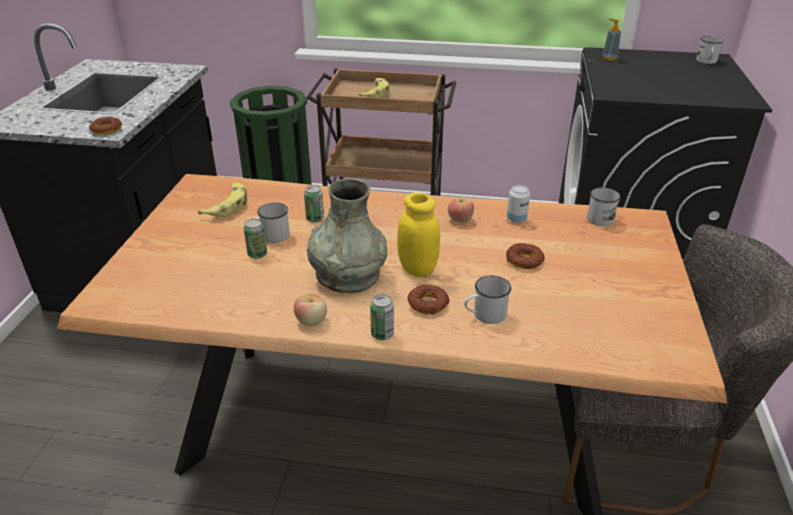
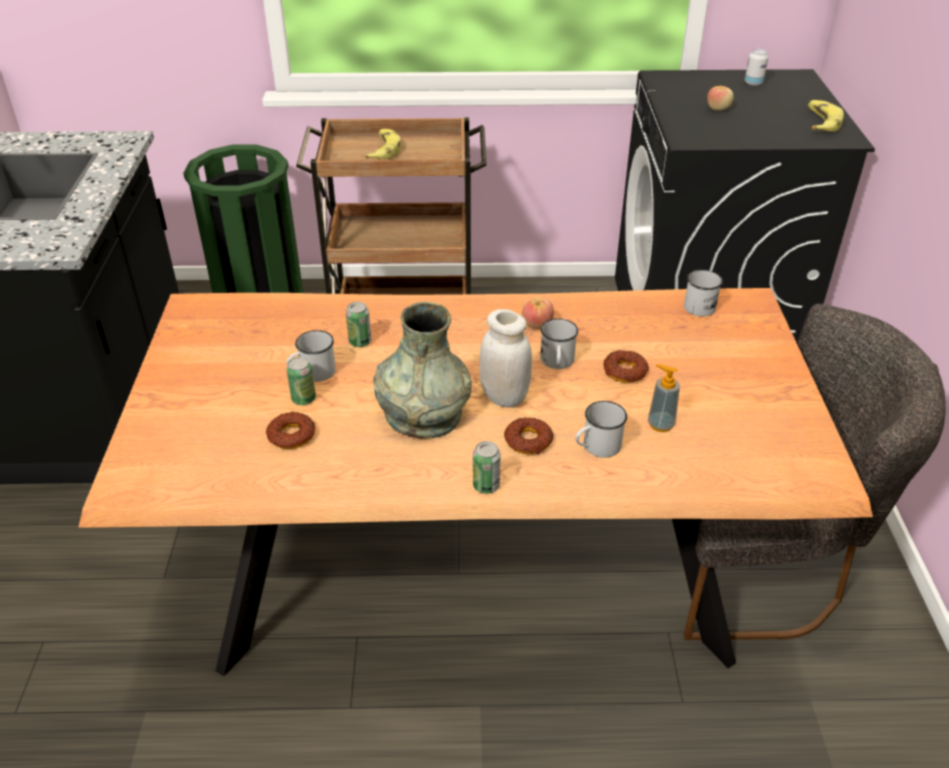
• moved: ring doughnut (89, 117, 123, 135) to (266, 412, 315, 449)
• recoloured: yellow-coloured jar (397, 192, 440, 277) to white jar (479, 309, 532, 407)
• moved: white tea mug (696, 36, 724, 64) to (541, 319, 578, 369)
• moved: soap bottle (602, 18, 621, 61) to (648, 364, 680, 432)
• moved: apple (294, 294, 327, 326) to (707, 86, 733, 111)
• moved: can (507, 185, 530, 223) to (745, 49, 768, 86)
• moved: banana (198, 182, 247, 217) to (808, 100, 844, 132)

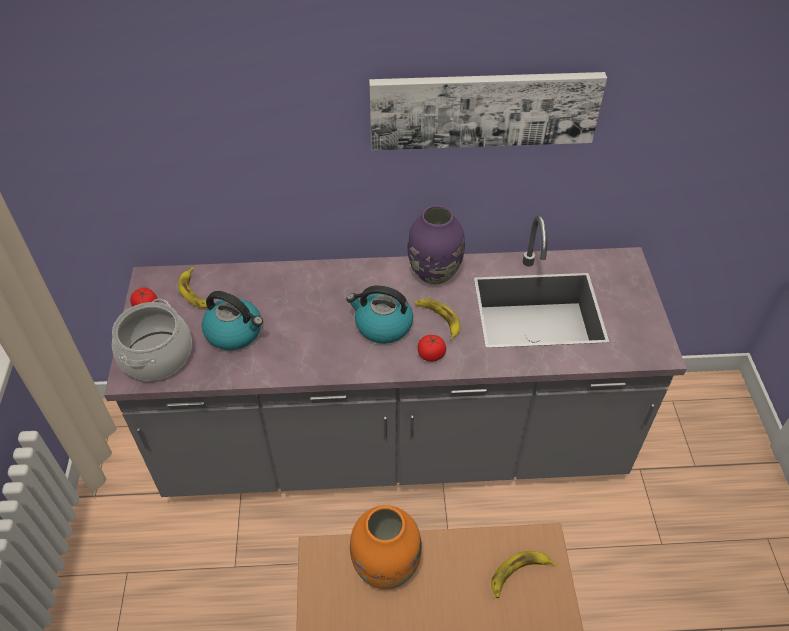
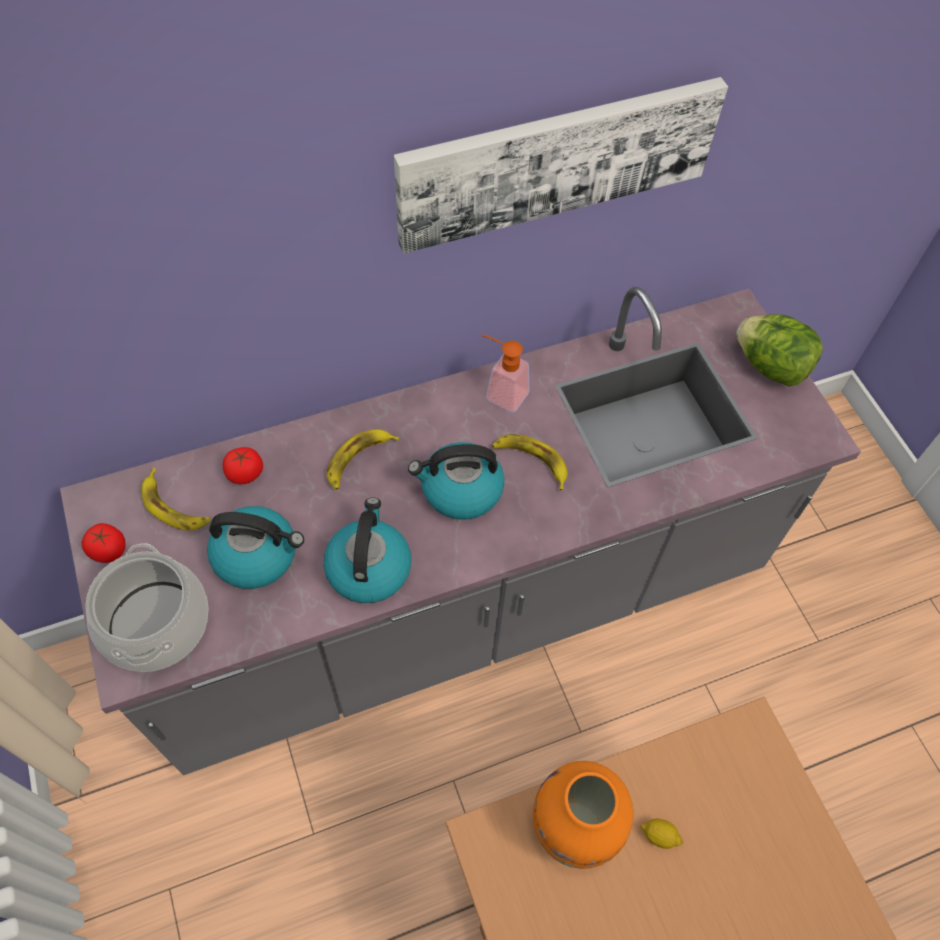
• moved: tomato (418, 335, 446, 362) to (223, 447, 263, 484)
• added: water kettle (324, 497, 411, 603)
• moved: banana (491, 551, 557, 598) to (327, 429, 400, 490)
• replaced: purple-coloured decorative vase (407, 205, 465, 284) to soap bottle (482, 334, 529, 413)
• added: whole lemon (640, 818, 683, 849)
• added: lettuce head (736, 314, 823, 386)

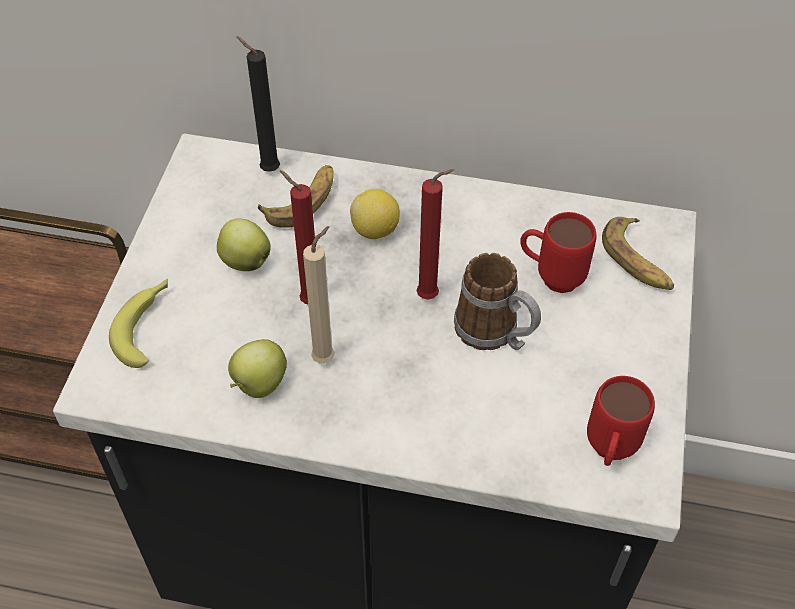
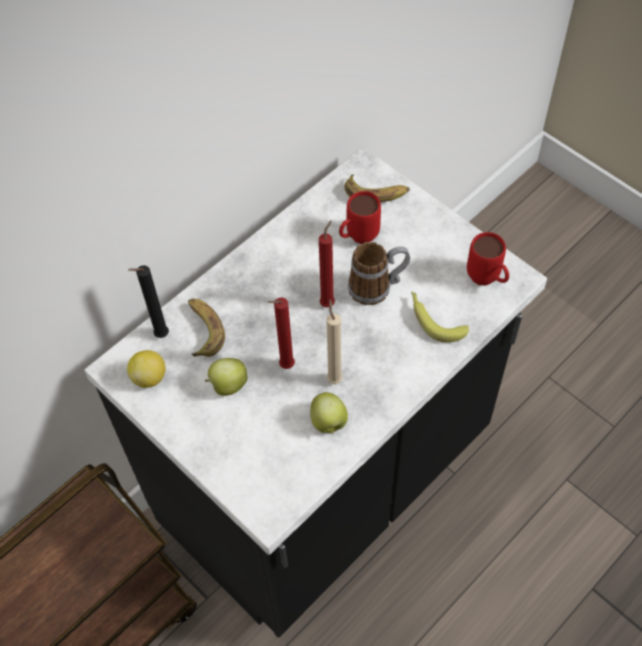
• moved: whole lemon (350, 189, 400, 239) to (127, 350, 166, 388)
• moved: banana (109, 279, 168, 368) to (411, 292, 469, 342)

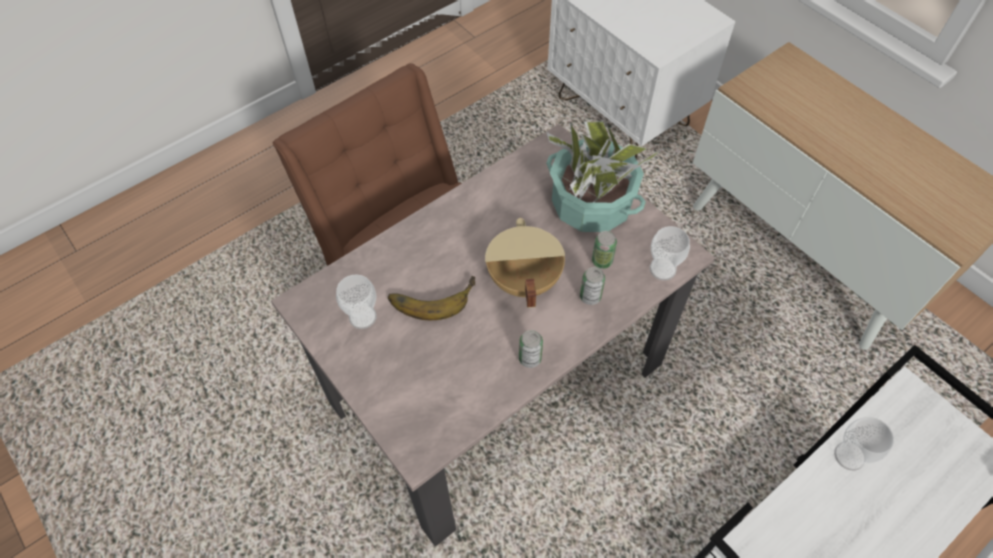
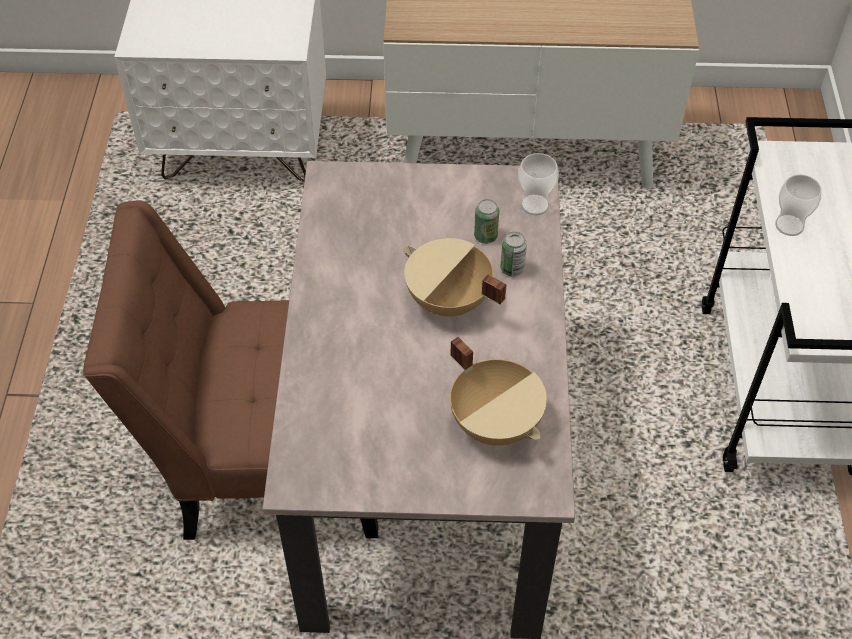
• added: beige stockpot (450, 337, 547, 446)
• removed: small cup (336, 275, 377, 329)
• removed: banana (388, 276, 475, 320)
• removed: can (519, 330, 543, 368)
• removed: potted plant (546, 122, 665, 232)

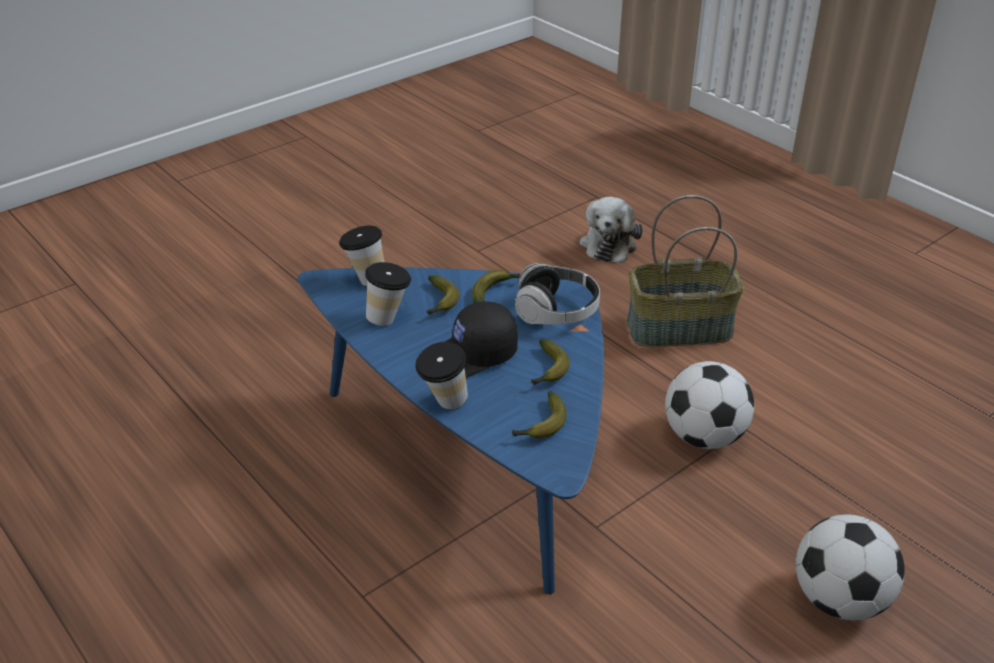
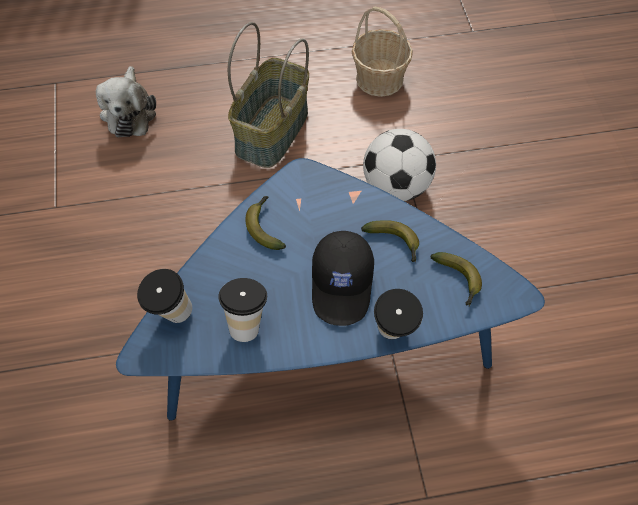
• turned: soft toy (580, 197, 643, 263) = (96, 66, 156, 137) 45 degrees clockwise
• added: storage basket (352, 6, 413, 97)
• removed: banana (427, 275, 459, 315)
• removed: pair of headphones (514, 264, 600, 324)
• removed: ball for football (796, 515, 905, 620)

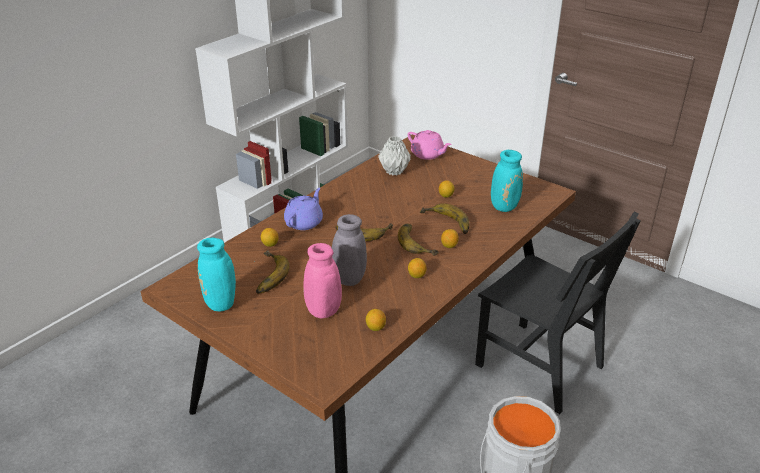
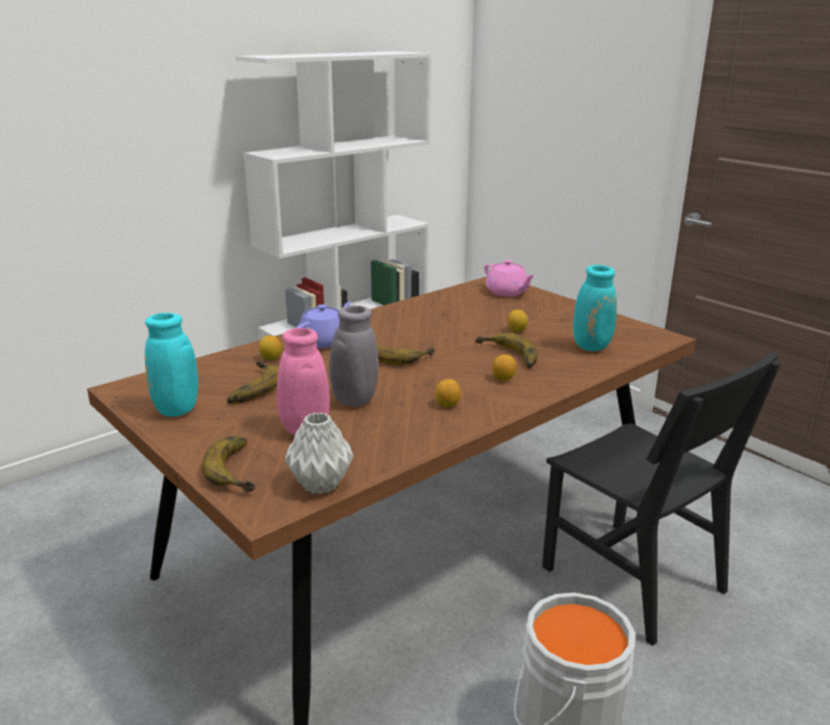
• moved: banana (398, 224, 439, 256) to (202, 436, 255, 492)
• moved: greyish decorative vase (378, 136, 411, 175) to (285, 412, 354, 494)
• removed: whole lemon (366, 309, 386, 331)

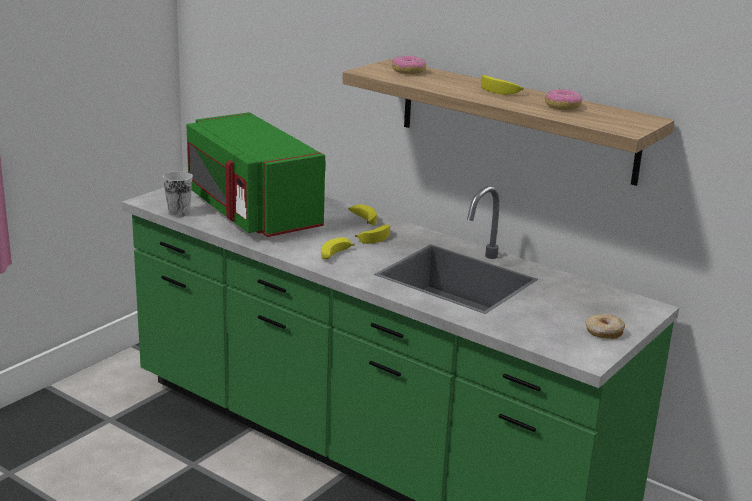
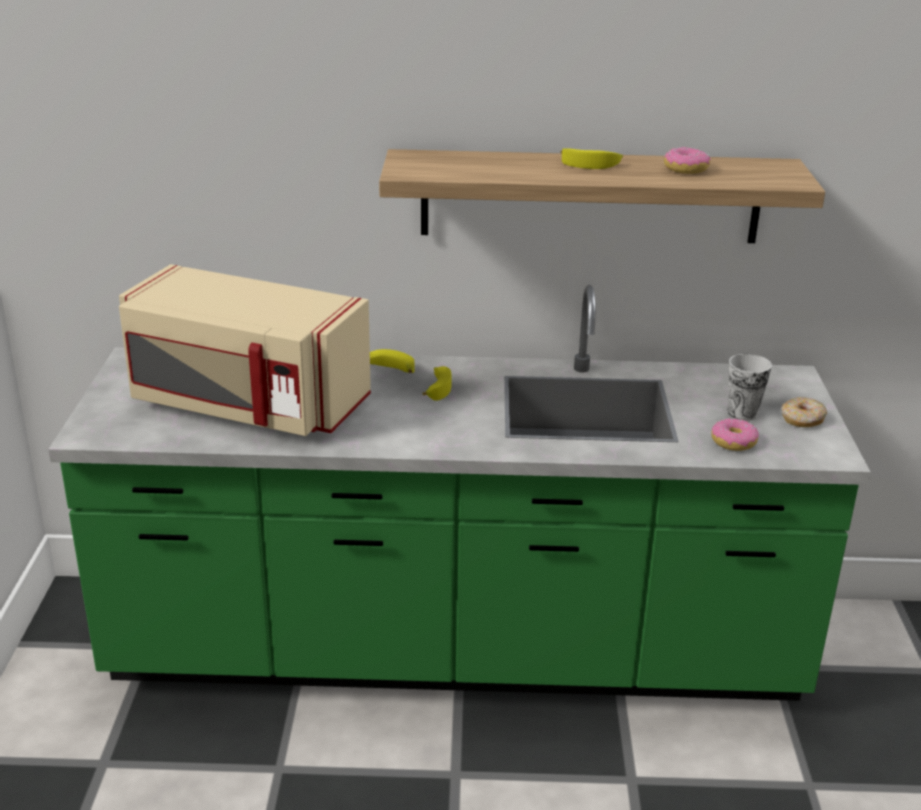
• recoloured: green-coloured microwave (186, 112, 325, 237) to beige microwave (119, 264, 371, 436)
• moved: ring doughnut (392, 55, 426, 74) to (711, 418, 759, 451)
• moved: small cup (163, 171, 193, 217) to (728, 354, 772, 420)
• removed: banana (322, 237, 355, 259)

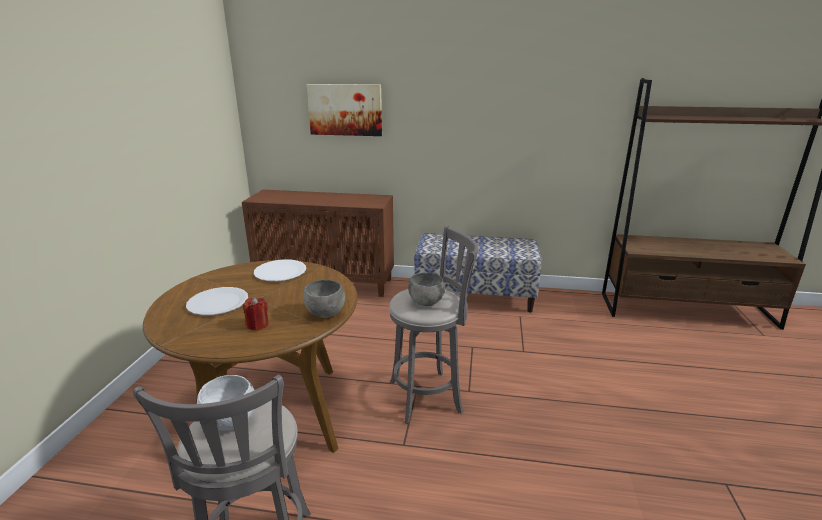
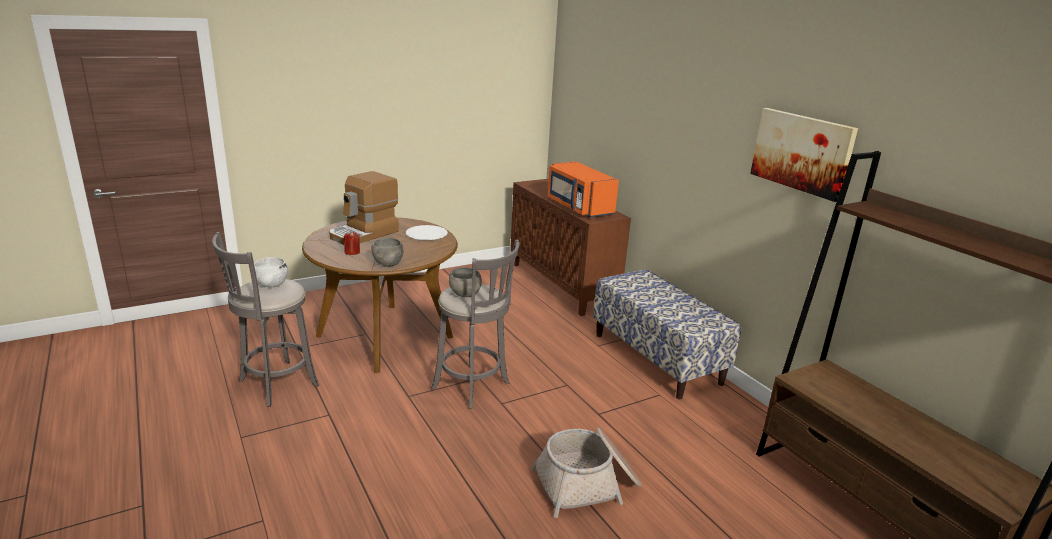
• replaced: white dinner plate (186, 287, 248, 315) to coffee maker (330, 171, 399, 245)
• added: storage basket (531, 428, 642, 518)
• added: orangey microwave (548, 161, 619, 217)
• moved: wall picture (307, 84, 382, 136) to (750, 108, 858, 202)

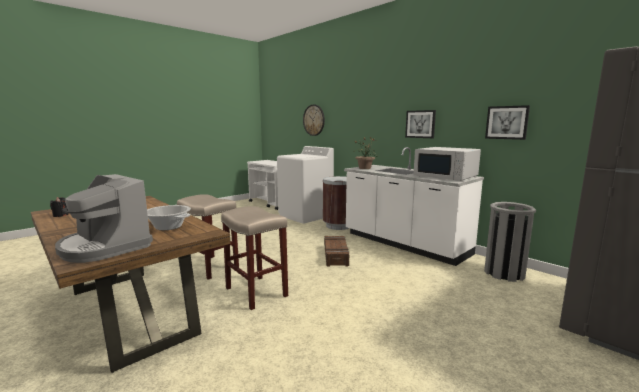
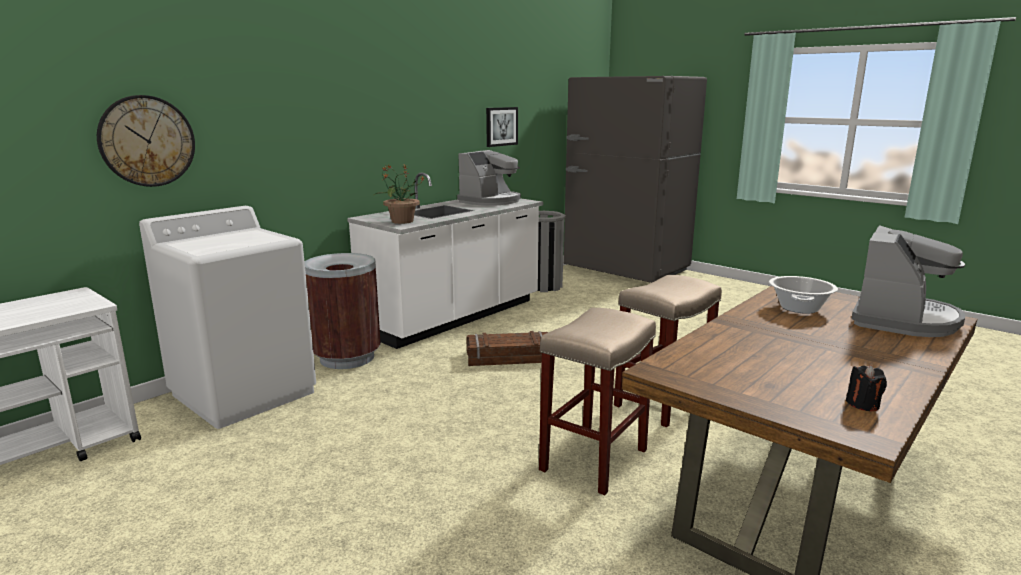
• replaced: white microwave (413, 147, 481, 181) to coffee maker (457, 150, 521, 206)
• removed: wall picture (405, 110, 436, 138)

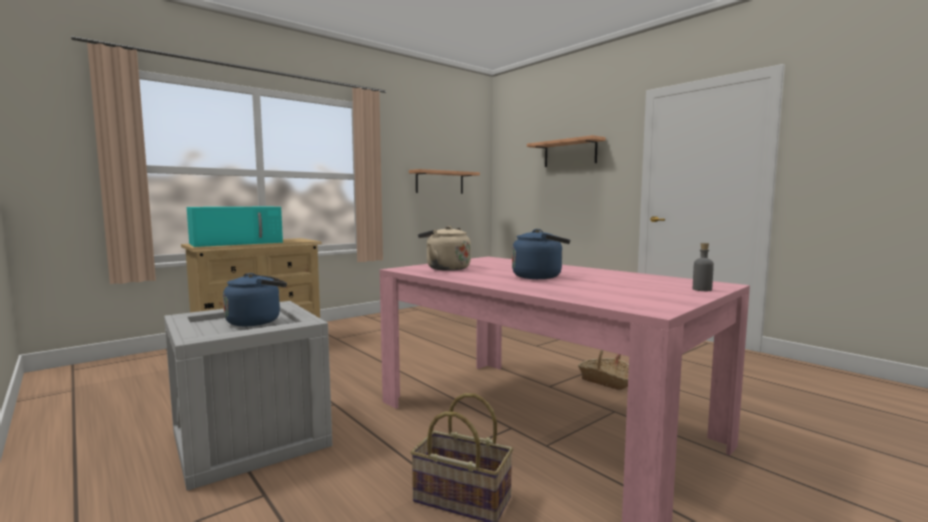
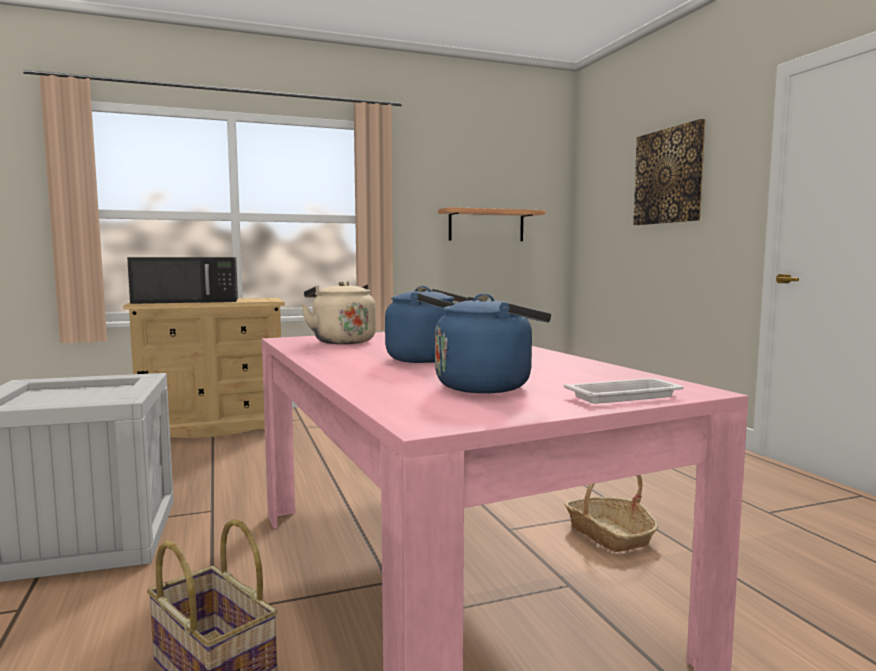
• recoloured: blue-green microwave (187, 207, 283, 247) to black microwave (127, 257, 238, 304)
• moved: blue-coloured water kettle (223, 273, 287, 326) to (435, 293, 551, 393)
• replaced: greyish beverage bottle (693, 243, 714, 291) to white tray (564, 378, 684, 404)
• replaced: wall shelf (527, 135, 606, 167) to wall picture (633, 119, 705, 225)

